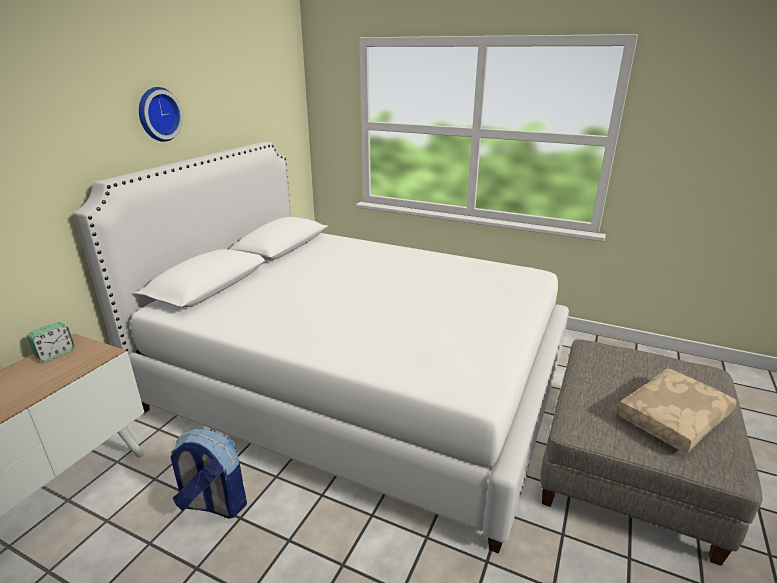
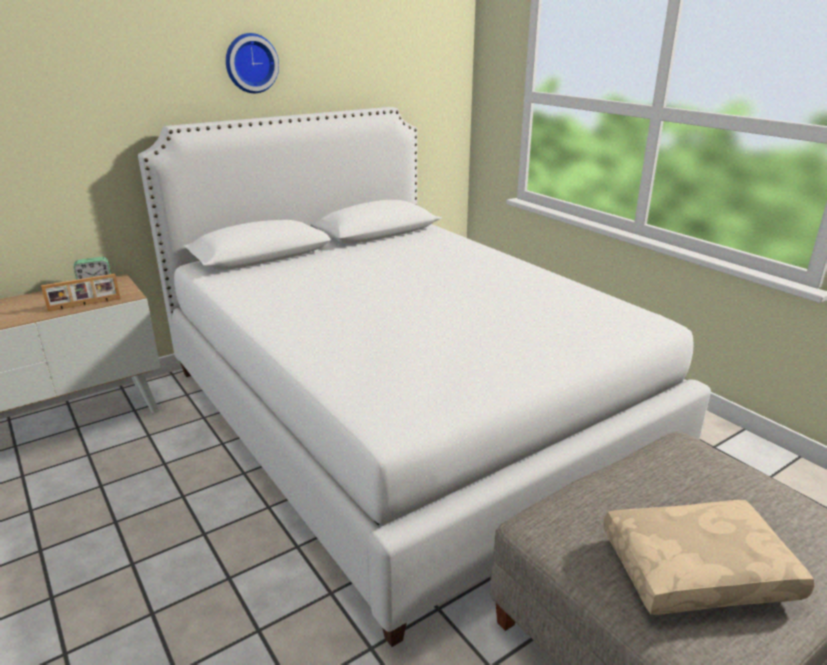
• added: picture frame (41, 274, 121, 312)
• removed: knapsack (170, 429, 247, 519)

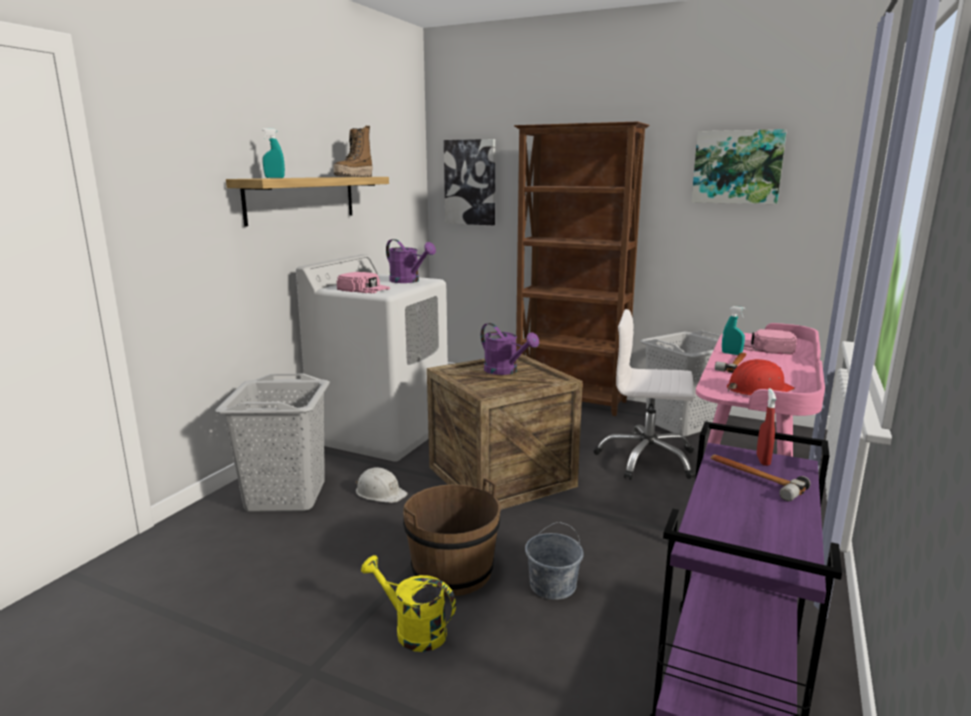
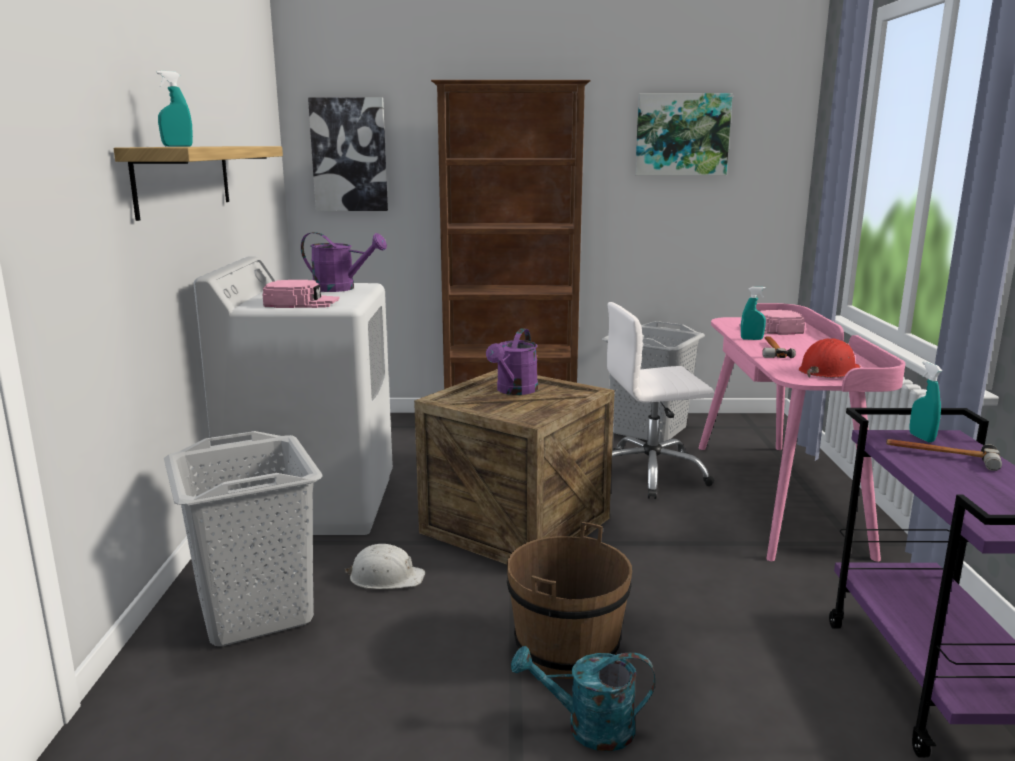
• turned: purple-coloured sprinkling can (481, 323, 539, 375) = (486, 328, 538, 395) 90 degrees clockwise
• recoloured: yellow-coloured sprinkling can (361, 555, 456, 652) to blue-green sprinkling can (511, 646, 655, 752)
• recoloured: reddish sprayer (757, 388, 776, 466) to blue-green sprayer (910, 361, 942, 442)
• removed: boot (333, 126, 373, 177)
• removed: greyish bucket (525, 522, 584, 600)

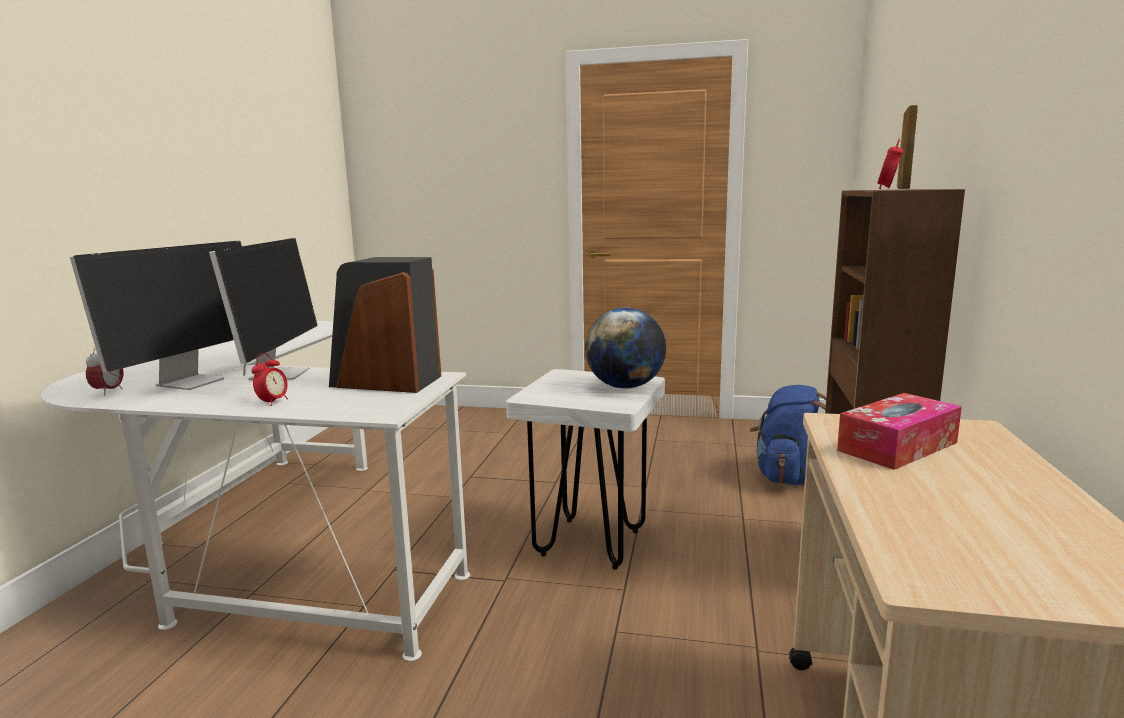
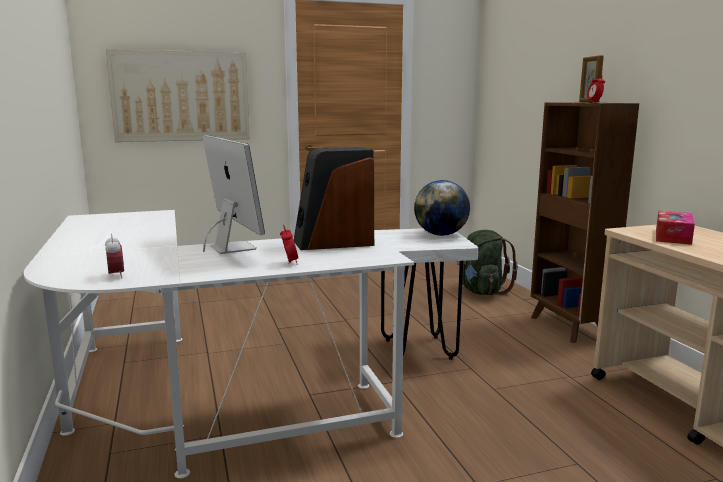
• added: wall picture (106, 49, 250, 142)
• recoloured: blue-coloured knapsack (749, 385, 826, 485) to green-coloured knapsack (457, 230, 518, 295)
• removed: computer display (70, 241, 242, 390)

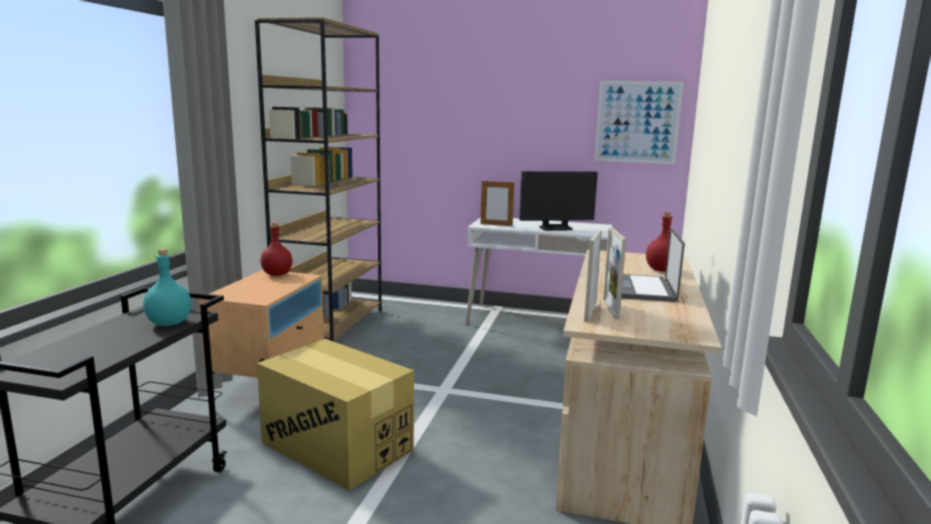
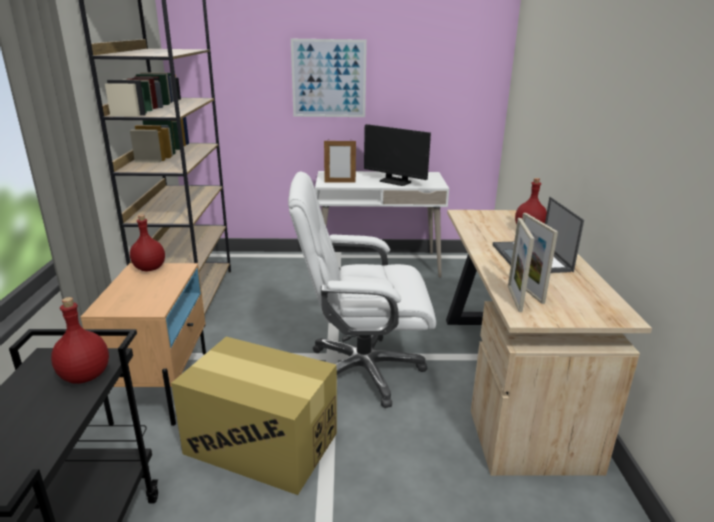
• recoloured: blue-green beverage bottle (143, 249, 191, 326) to reddish beverage bottle (51, 297, 109, 384)
• added: white computer chair (288, 172, 436, 408)
• moved: wall picture (594, 81, 683, 164) to (291, 39, 367, 117)
• turned: computer display (519, 171, 598, 231) = (364, 124, 431, 186) 60 degrees clockwise

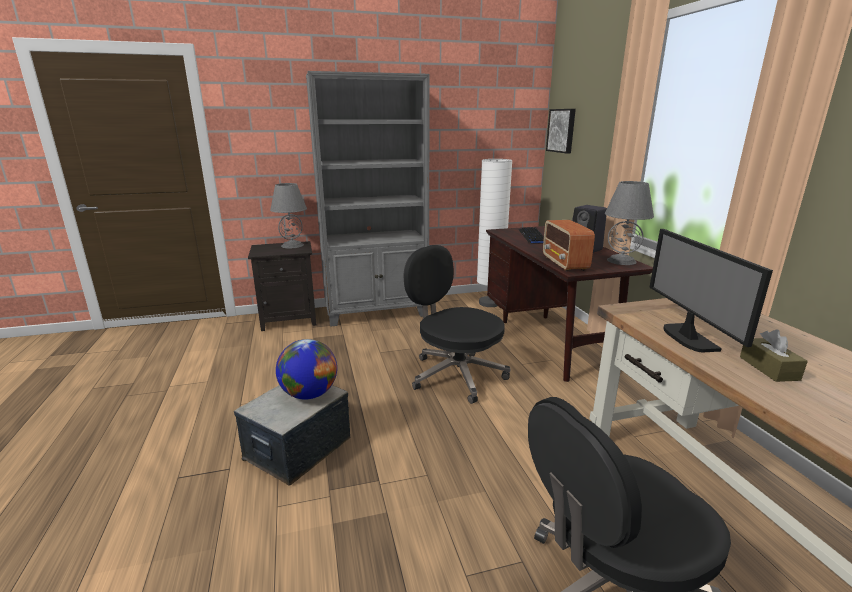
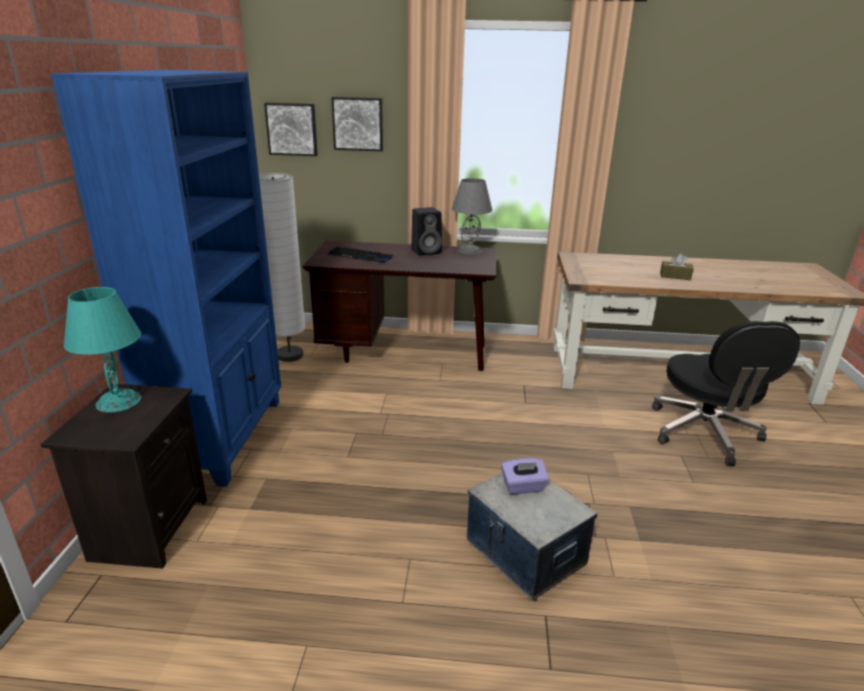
• recoloured: greyish bookshelf (306, 71, 430, 326) to blue-coloured bookshelf (50, 70, 281, 487)
• recoloured: greyish tabletop lamp (270, 183, 307, 248) to blue-green tabletop lamp (64, 287, 141, 413)
• added: wall picture (331, 97, 383, 151)
• replaced: globe (276, 339, 337, 400) to purple-coloured tissue box (501, 458, 549, 494)
• removed: black computer chair (403, 245, 511, 404)
• removed: radio set (543, 220, 595, 271)
• removed: computer display (649, 229, 773, 352)

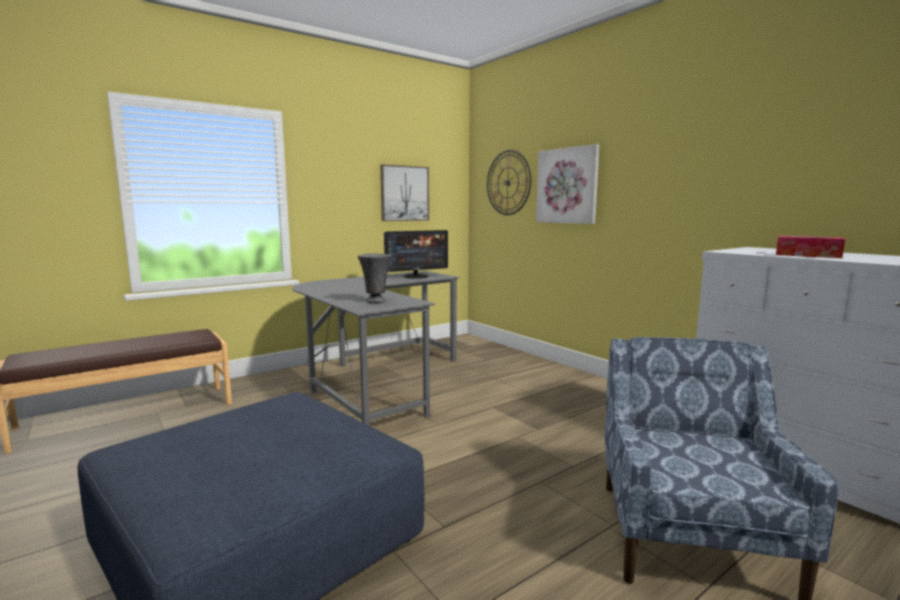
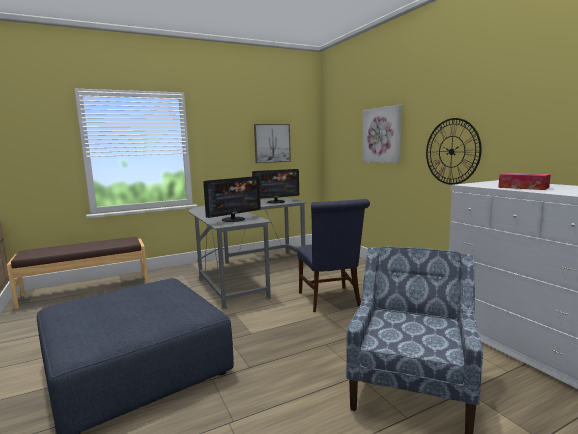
• replaced: greyish decorative vase (358, 253, 392, 303) to computer display (203, 176, 261, 222)
• added: blue-coloured chair (297, 199, 370, 312)
• moved: hanging clock (487, 150, 531, 215) to (426, 118, 482, 185)

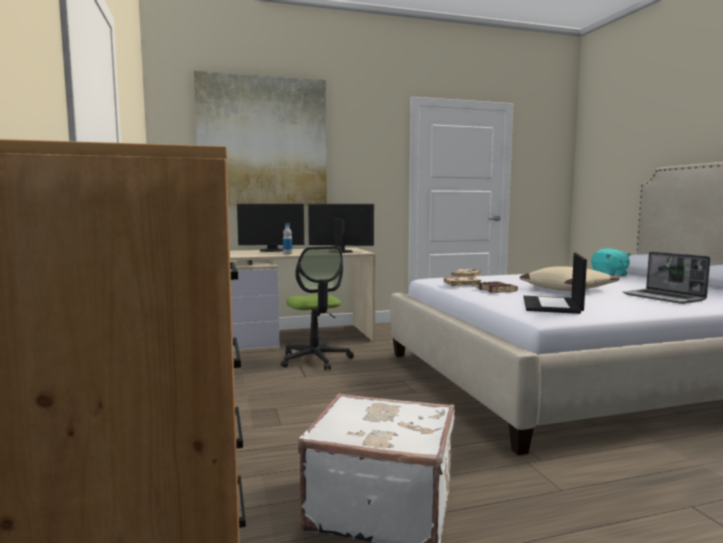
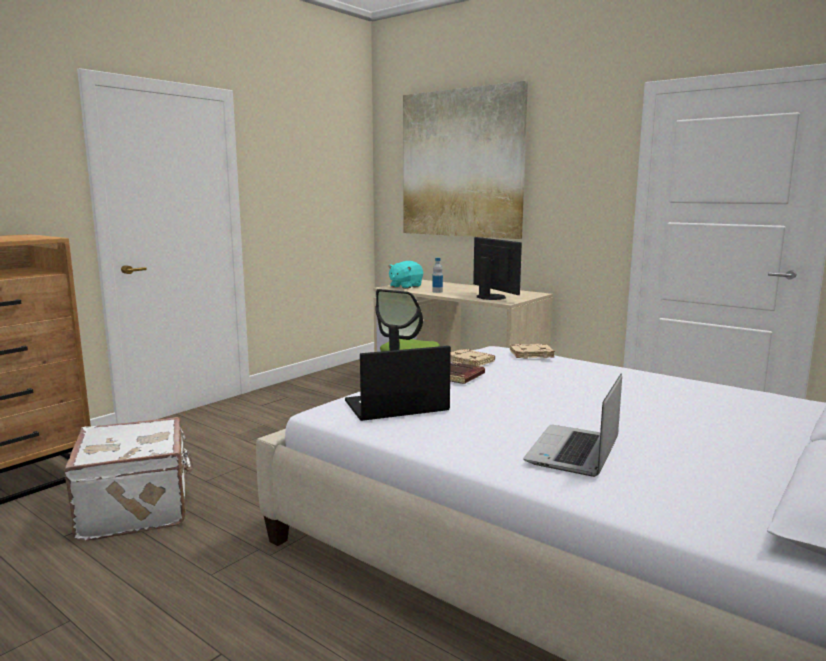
• moved: blue-green soft toy (591, 248, 631, 276) to (388, 261, 423, 289)
• removed: computer display (237, 204, 304, 252)
• removed: beige pillow (520, 266, 620, 291)

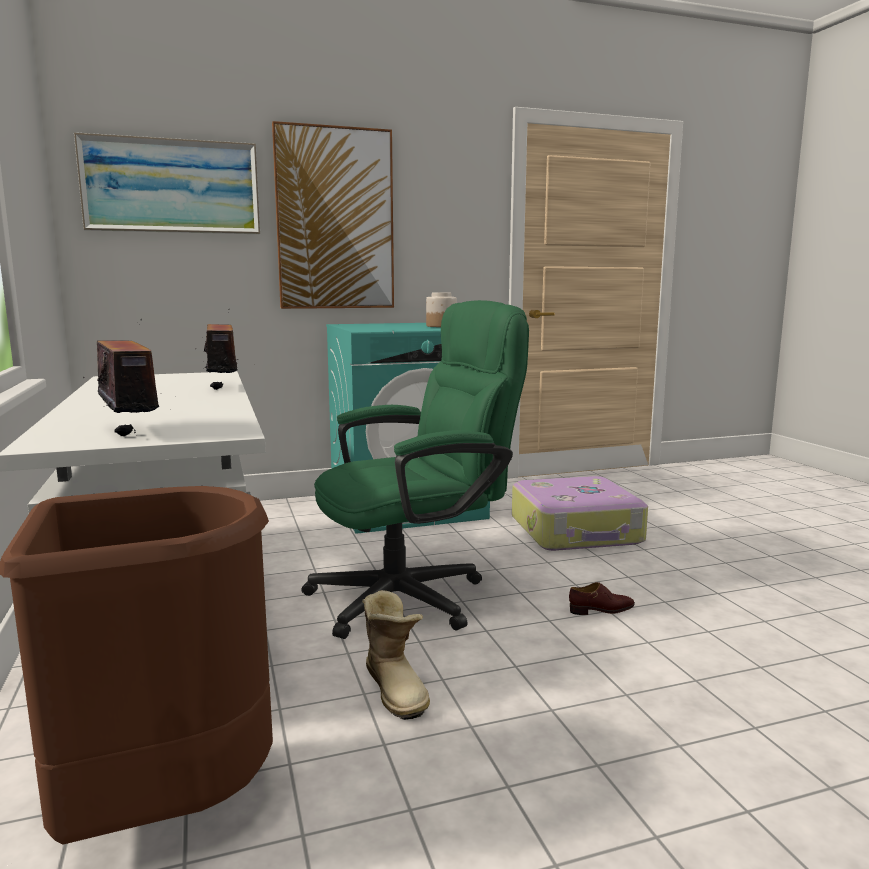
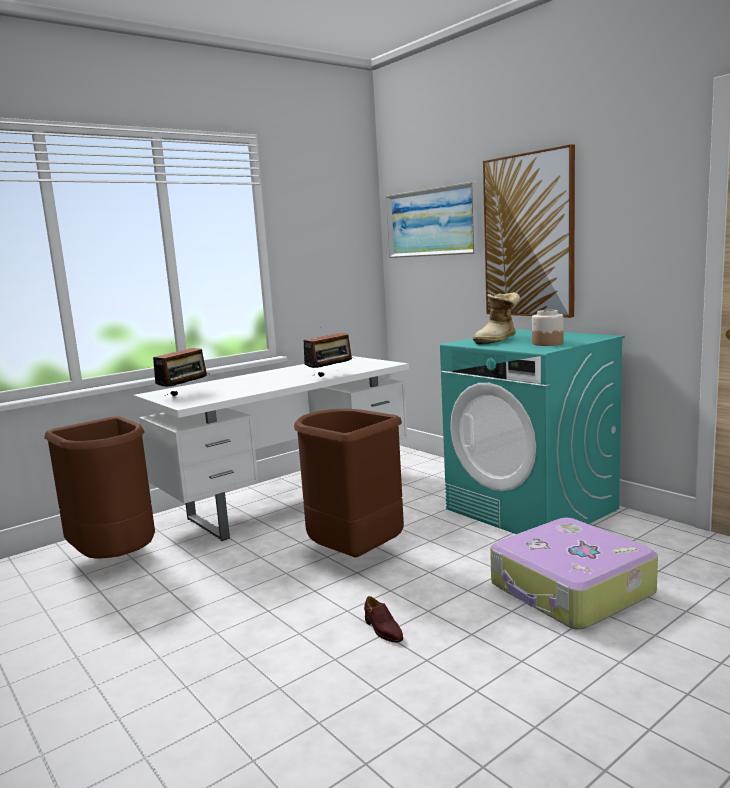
• replaced: green-coloured computer chair (302, 300, 529, 639) to brown rubbish bin (294, 409, 404, 558)
• moved: boot (362, 590, 430, 720) to (473, 292, 520, 345)

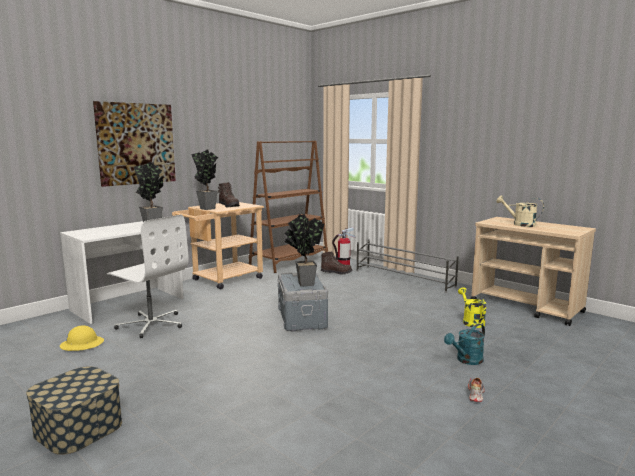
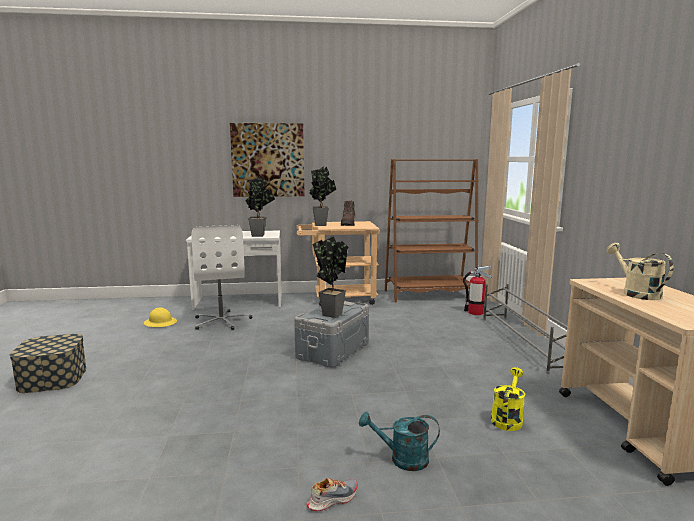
• removed: brown boot (321, 252, 352, 275)

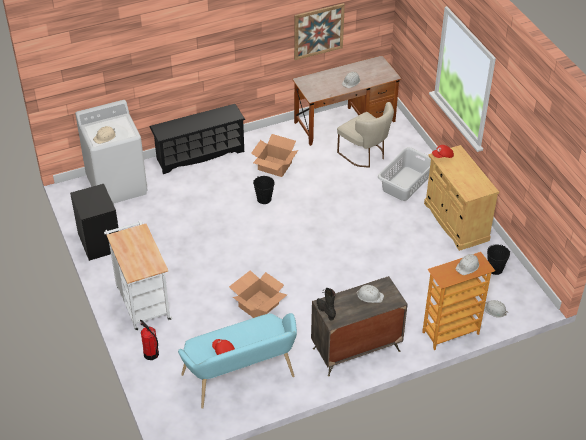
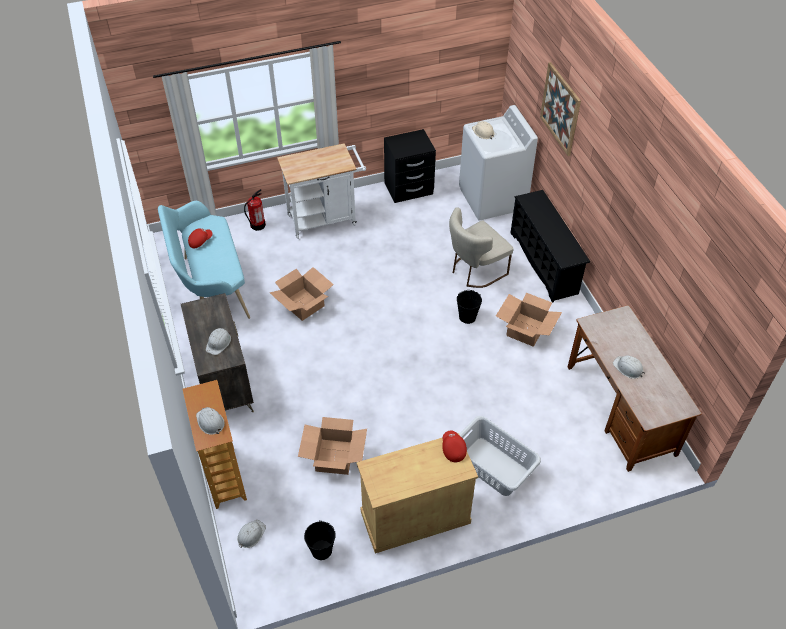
• added: packing box (298, 417, 367, 475)
• moved: beige chair (337, 102, 394, 168) to (449, 207, 514, 288)
• moved: wall picture (294, 3, 345, 60) to (540, 62, 581, 156)
• removed: black boot (317, 288, 336, 321)

